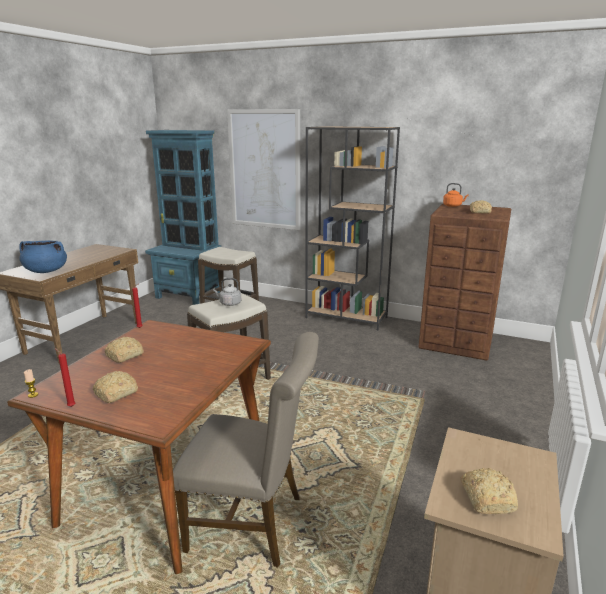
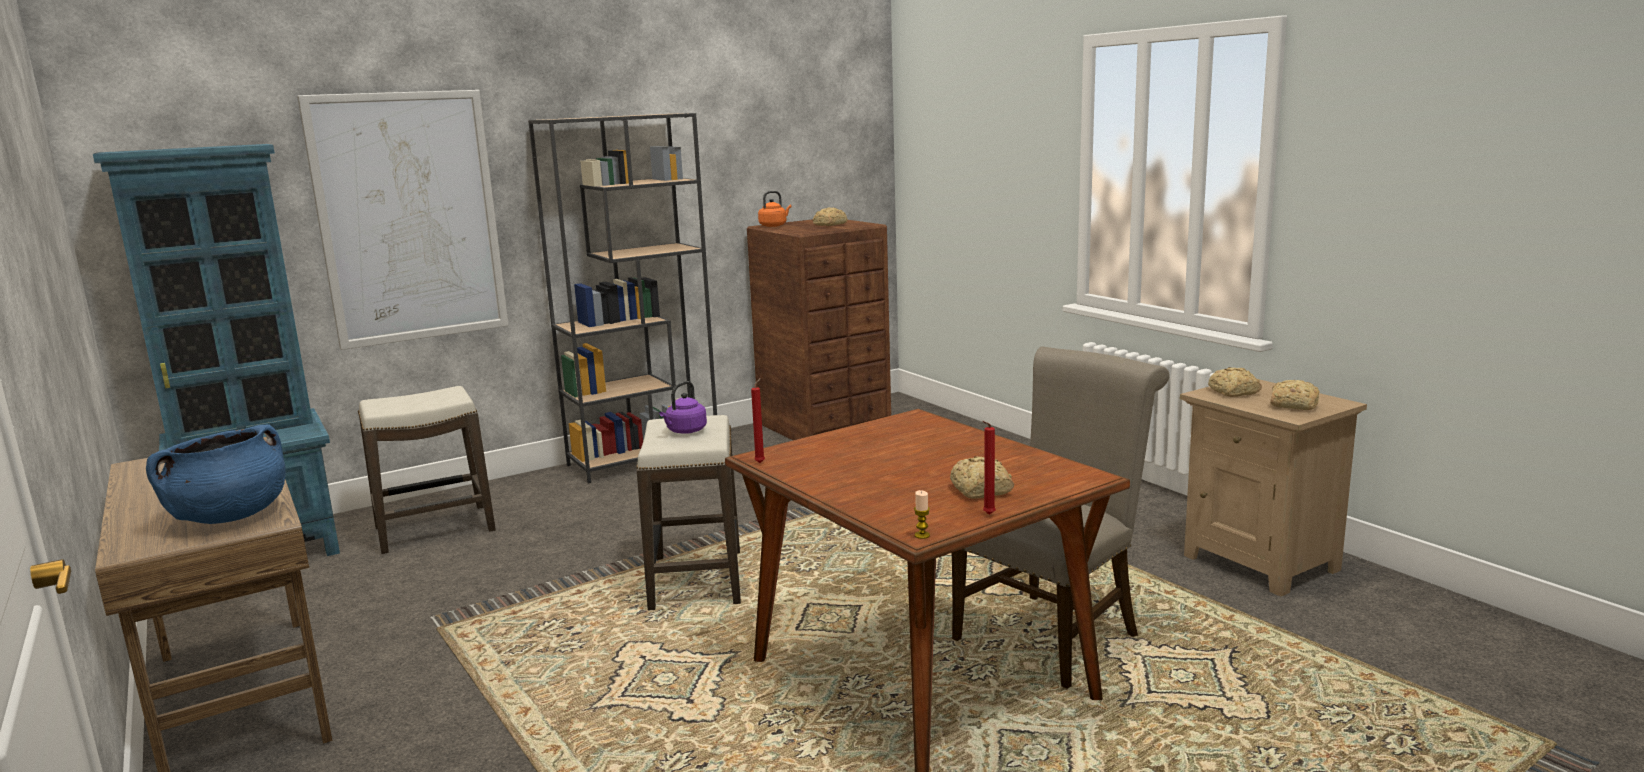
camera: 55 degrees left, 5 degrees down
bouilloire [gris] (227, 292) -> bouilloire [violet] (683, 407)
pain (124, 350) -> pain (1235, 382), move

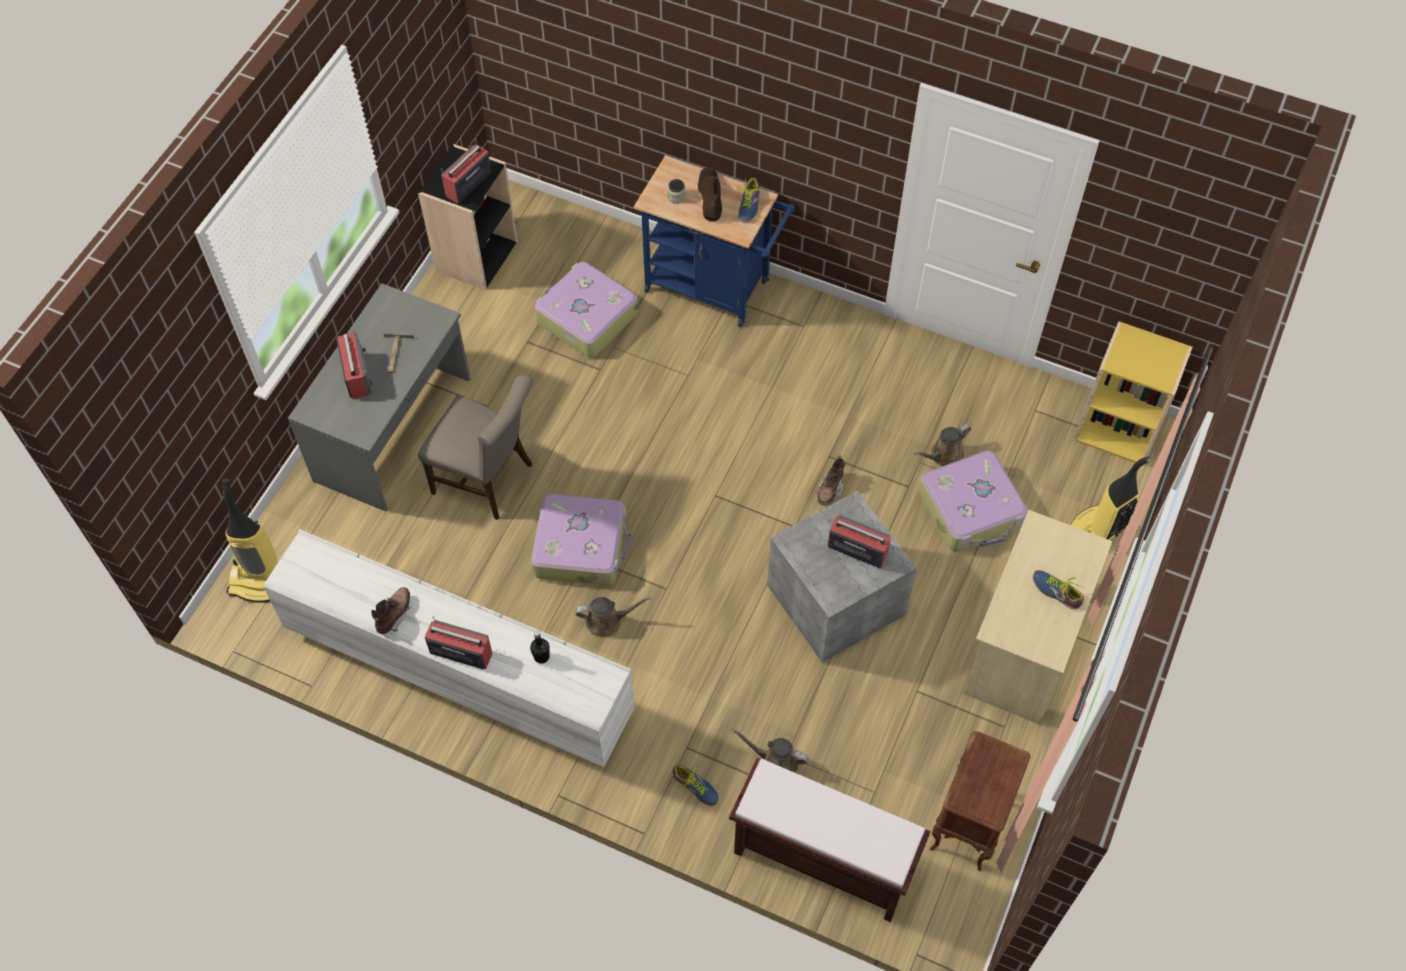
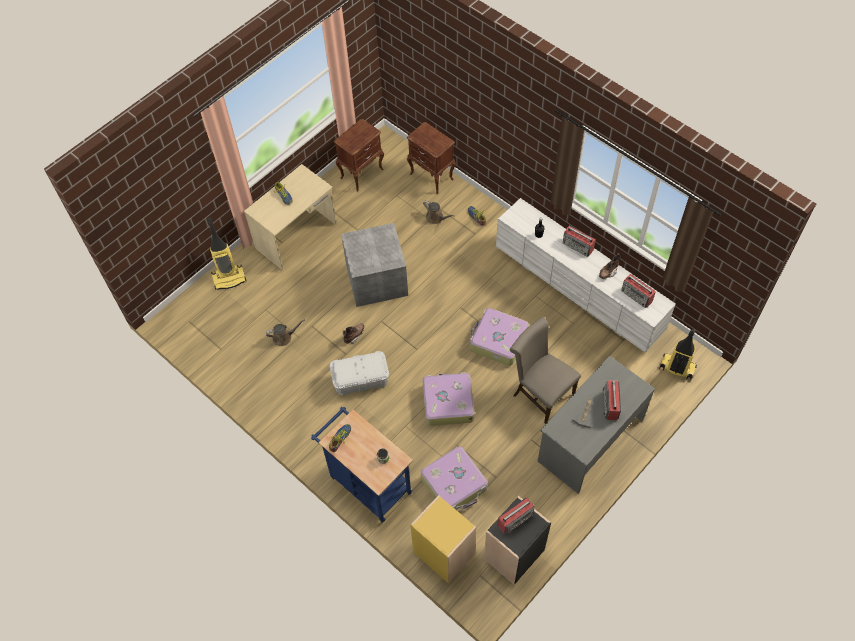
camera: 160 degrees left, 0 degrees up
botte [marron] (710, 195) -> none
bibliothèque [jaune] (1133, 393) -> bibliothèque [jaune] (443, 539), move
valise (973, 501) -> valise (449, 399), move
radio (859, 539) -> radio (639, 291), move
arrosoir [marron] (613, 617) -> none
banc [marron] (830, 839) -> table de chevet [marron] (431, 158)
none -> boîte de rangement [blanc] (359, 373)

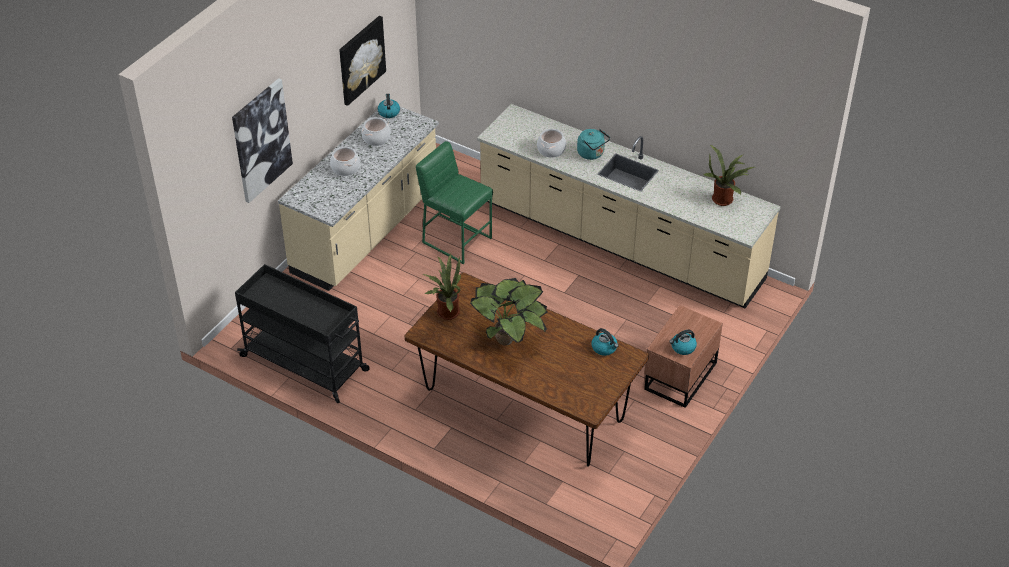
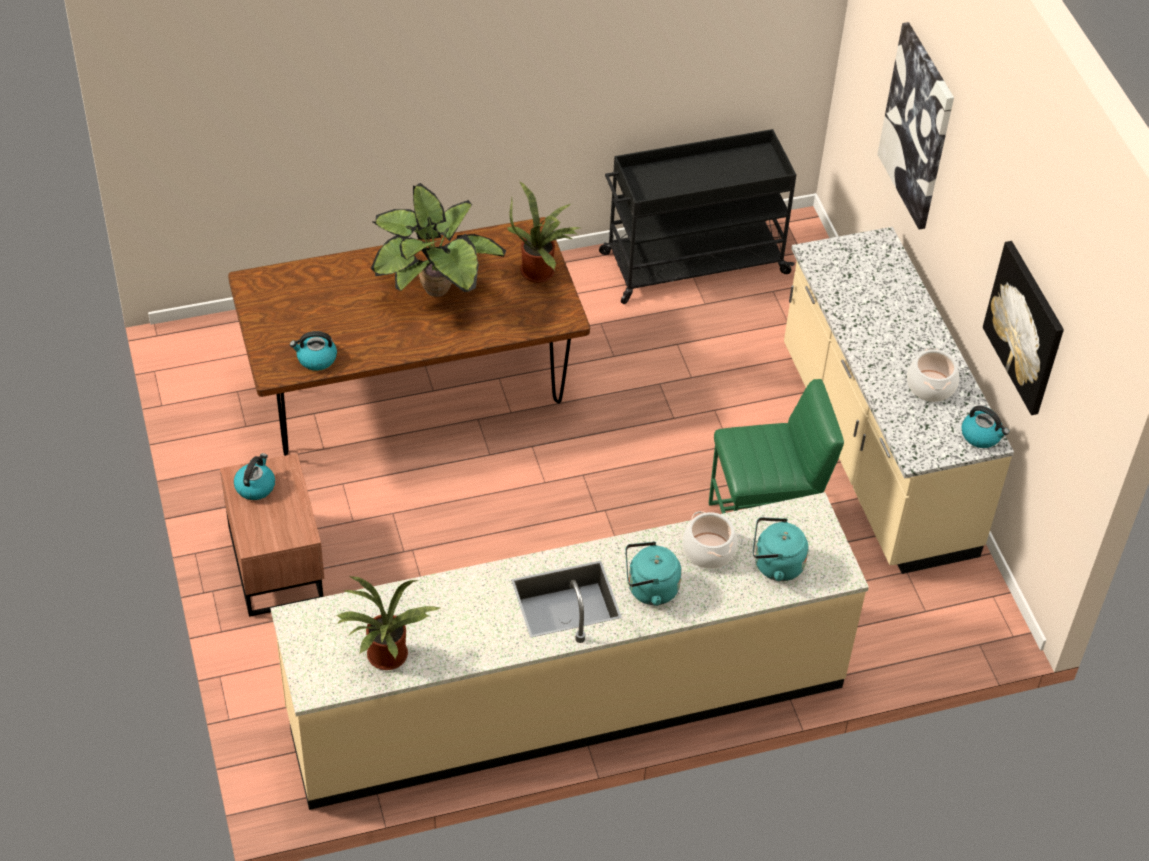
camera: 130 degrees right, 5 degrees up
marmite (345, 161) -> none
none -> bouilloire [turquoise] (781, 549)

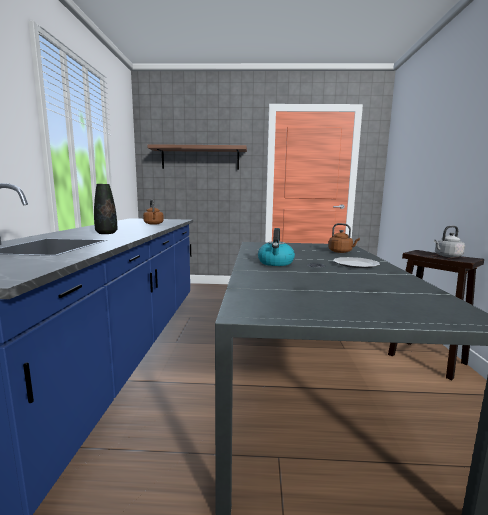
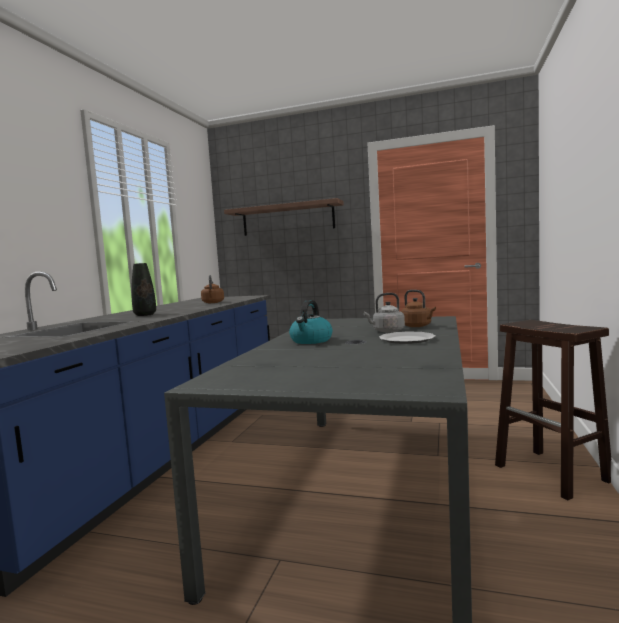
camera: 15 degrees right, 5 degrees down
bouilloire [gris] (449, 241) -> bouilloire [gris] (384, 313), move

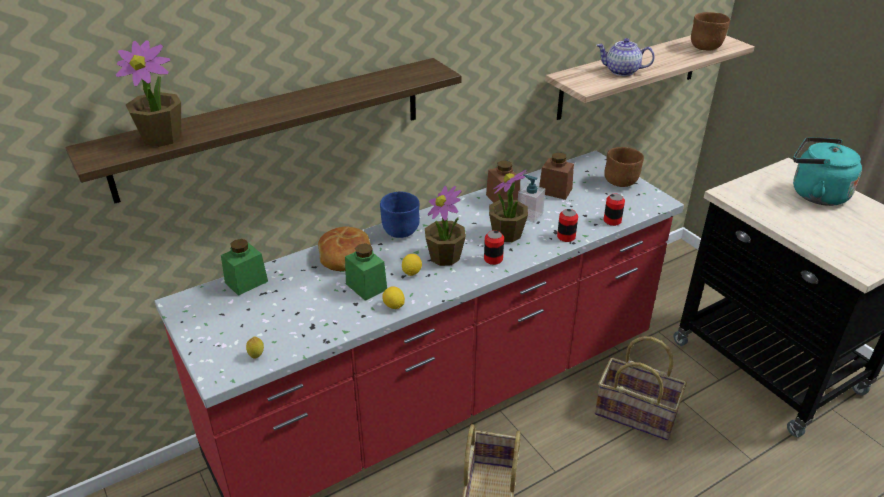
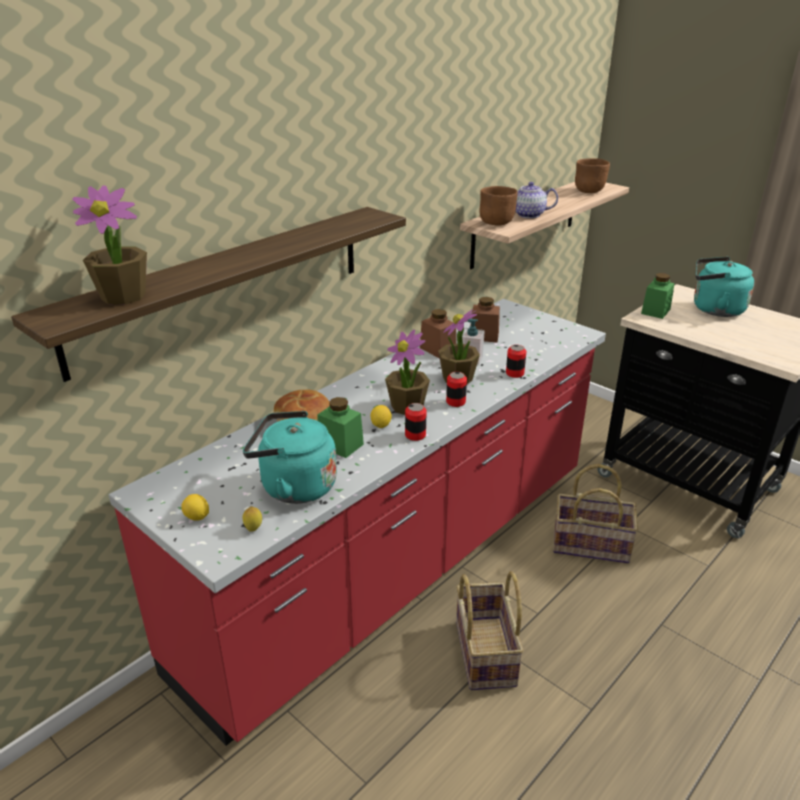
camera: 15 degrees left, 5 degrees down
bol [marron] (624, 167) -> bol [marron] (499, 206), move
bol [bleu] (400, 214) -> none
boîte métallique (614, 210) -> boîte métallique (416, 422), move
bocal [vert] (244, 267) -> bocal [vert] (658, 296), move
citron (393, 297) -> citron (195, 507), move
none -> bouilloire [turquoise] (290, 457)

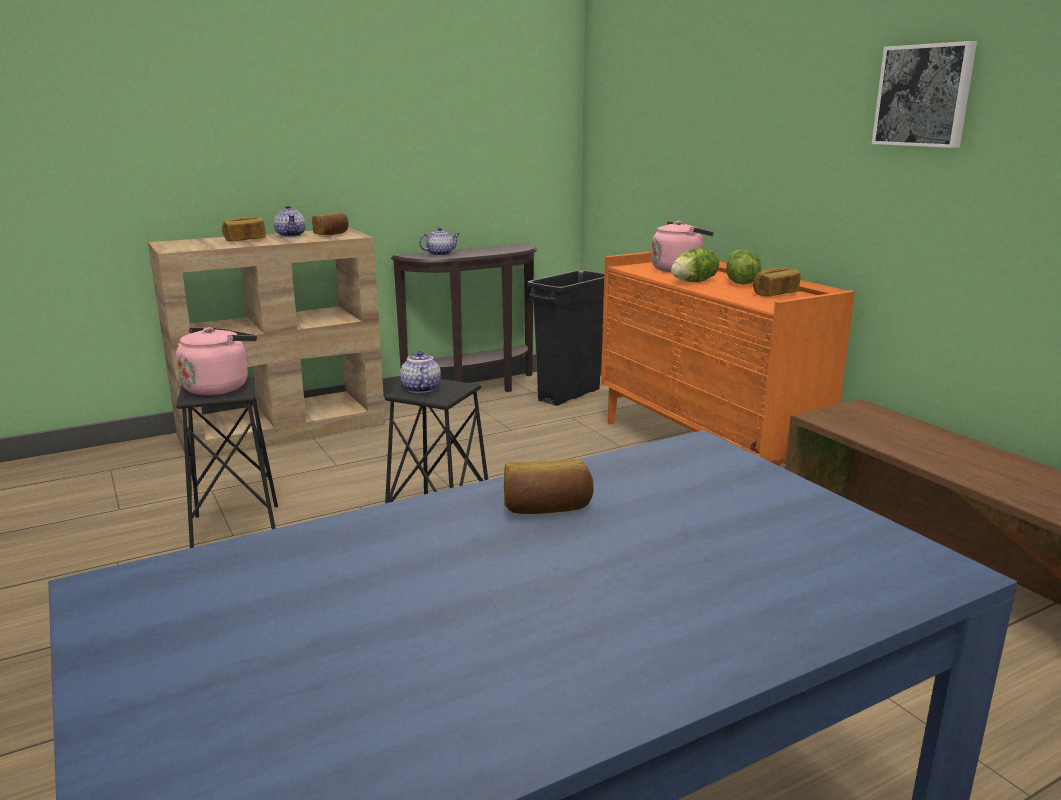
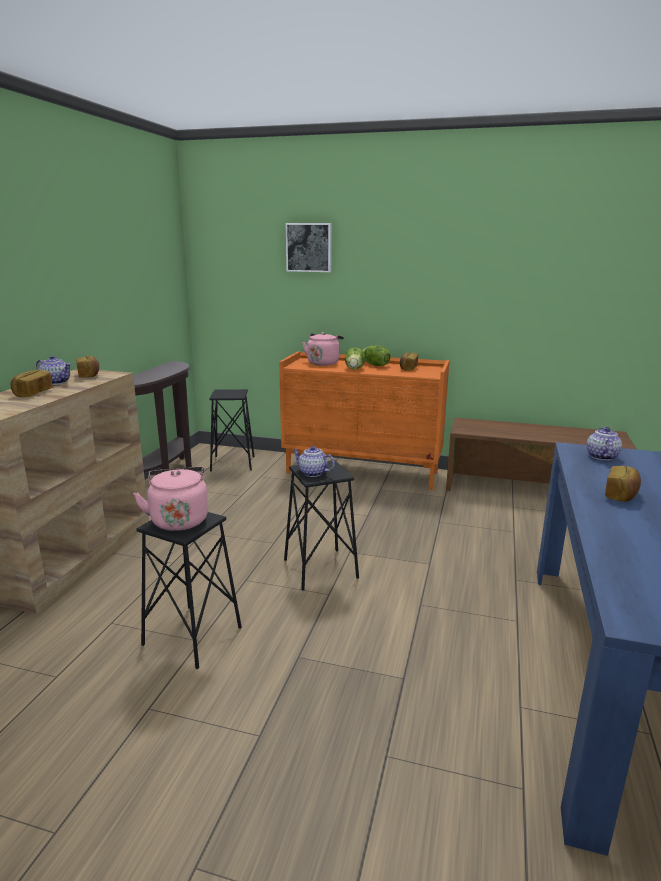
camera: 45 degrees left, 0 degrees up
tableau (924, 94) -> tableau (309, 247), move
théière (439, 241) -> théière (604, 443), move
poubelle [noir] (566, 338) -> tabouret [noir] (231, 430)

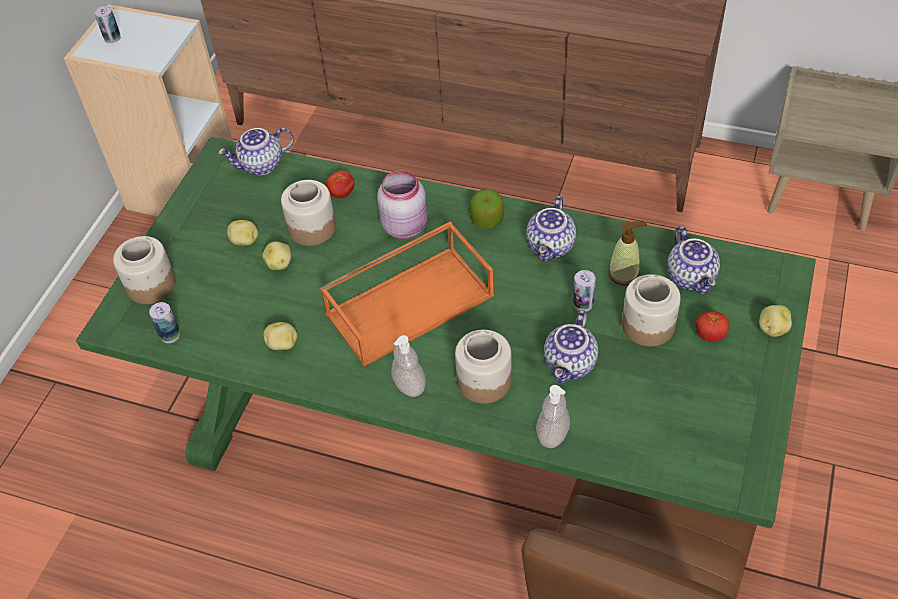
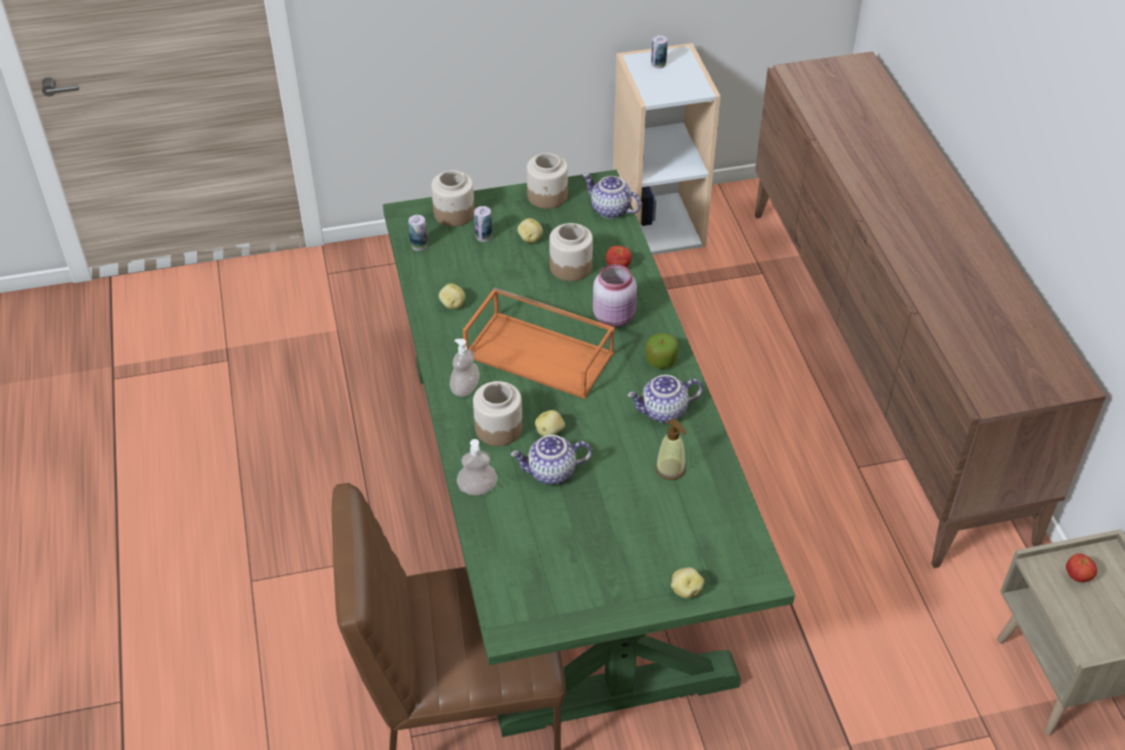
camera: 55 degrees right, 5 degrees down
théière (693, 260) -> none
pomme de terre (276, 255) -> pomme de terre (550, 423), move
boîte métallique (584, 290) -> boîte métallique (483, 224), move
bocal (651, 310) -> bocal (547, 181), move
tomate (712, 326) -> tomate (1081, 568), move

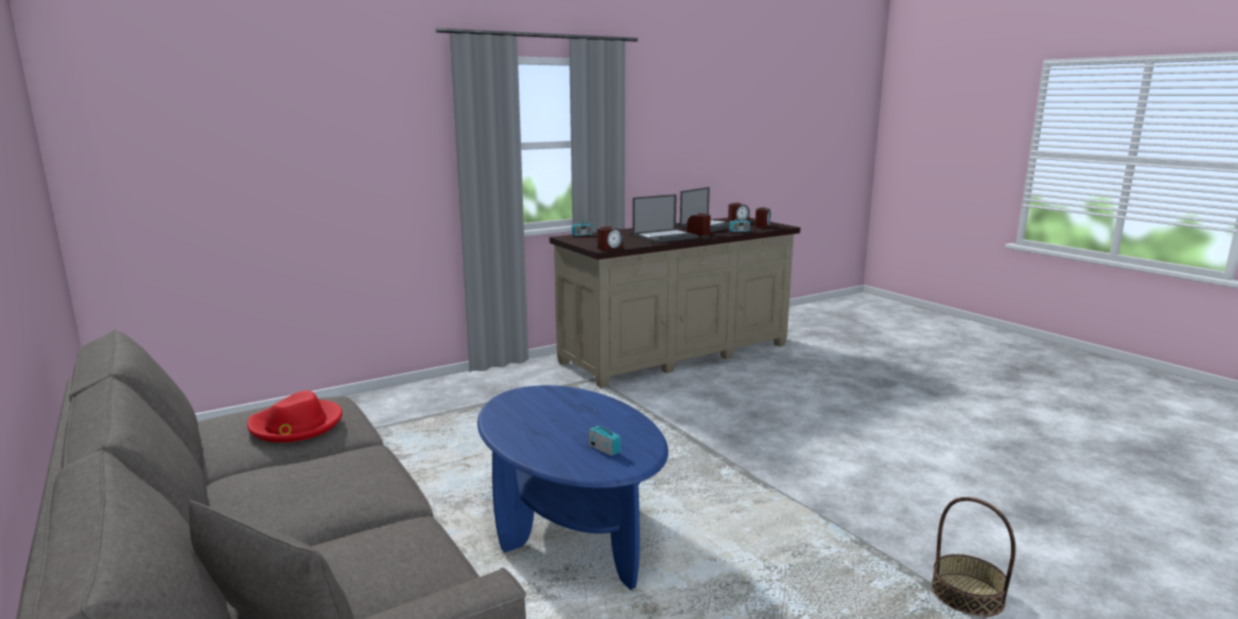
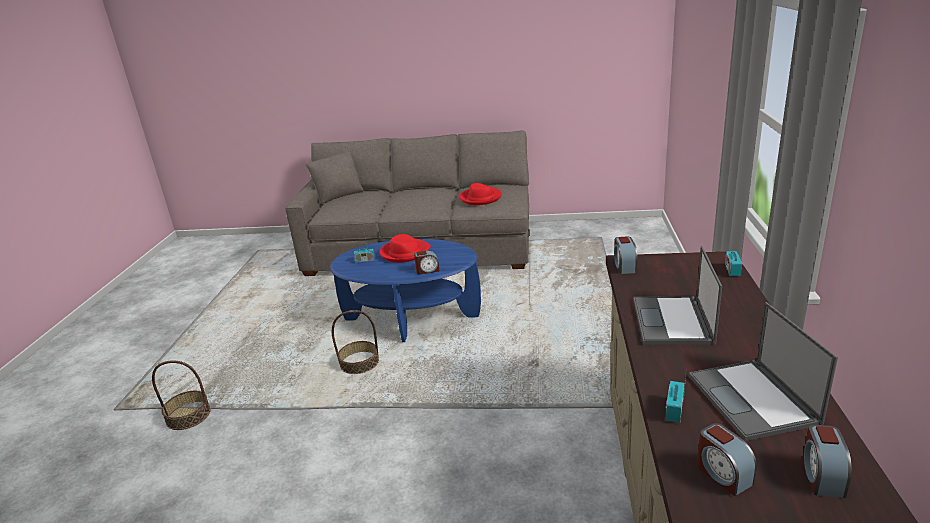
camera: 130 degrees right, 10 degrees up
réveil (699, 224) -> réveil (427, 262), move
none -> chapeau [rouge] (405, 248)
none -> panier (355, 342)

